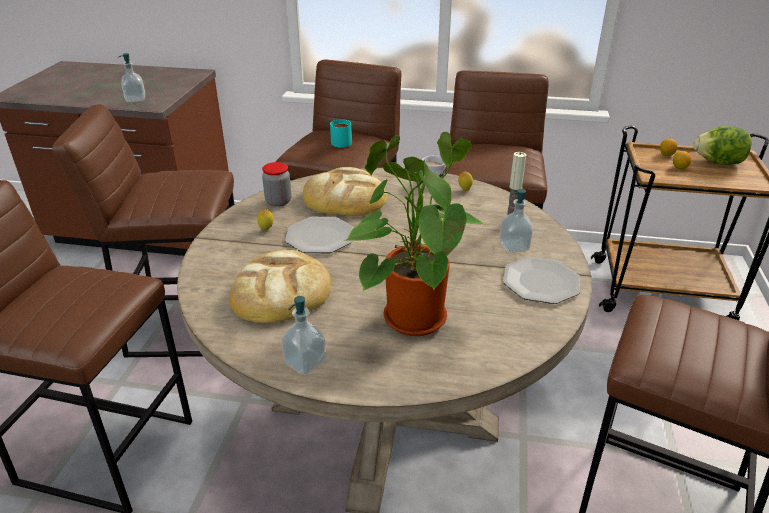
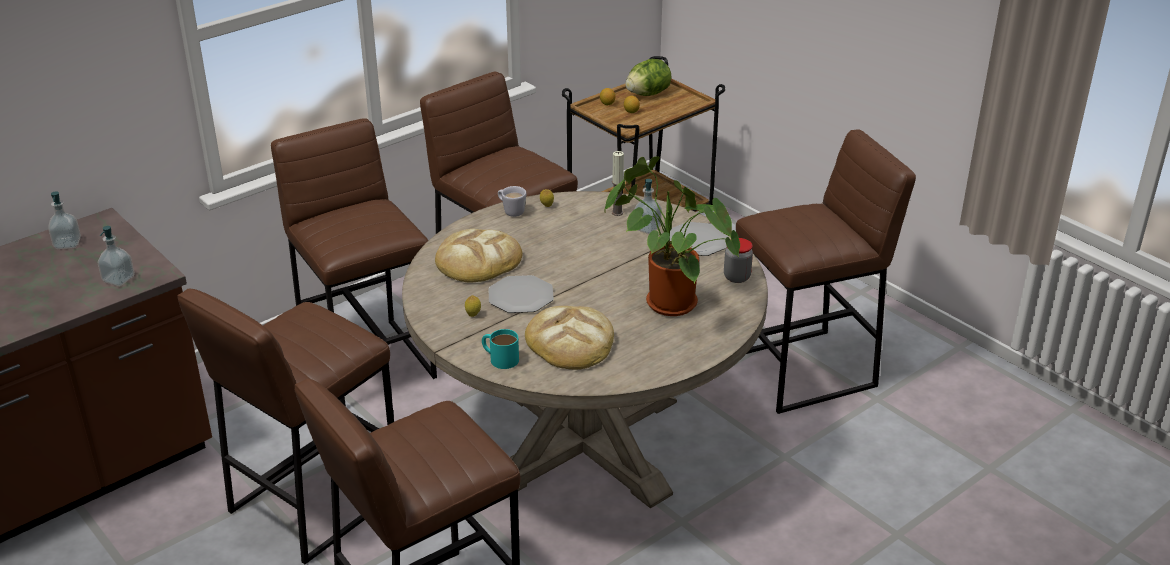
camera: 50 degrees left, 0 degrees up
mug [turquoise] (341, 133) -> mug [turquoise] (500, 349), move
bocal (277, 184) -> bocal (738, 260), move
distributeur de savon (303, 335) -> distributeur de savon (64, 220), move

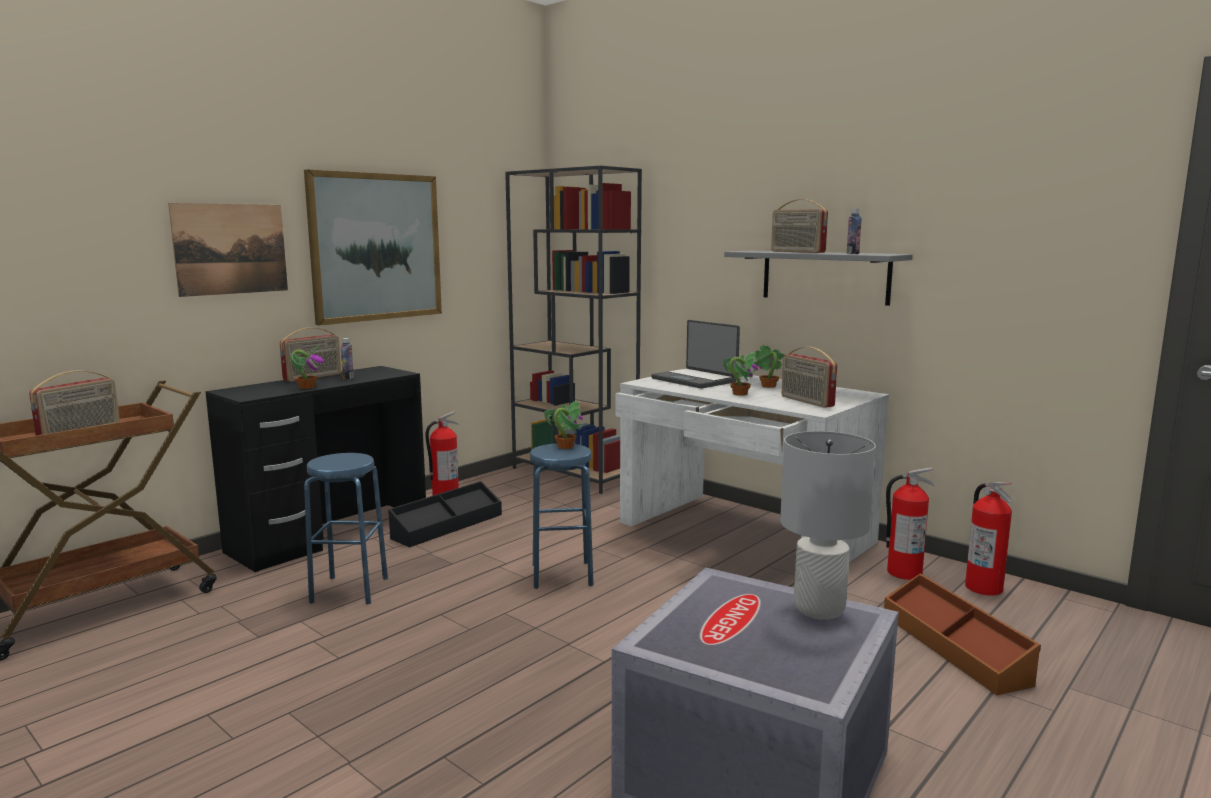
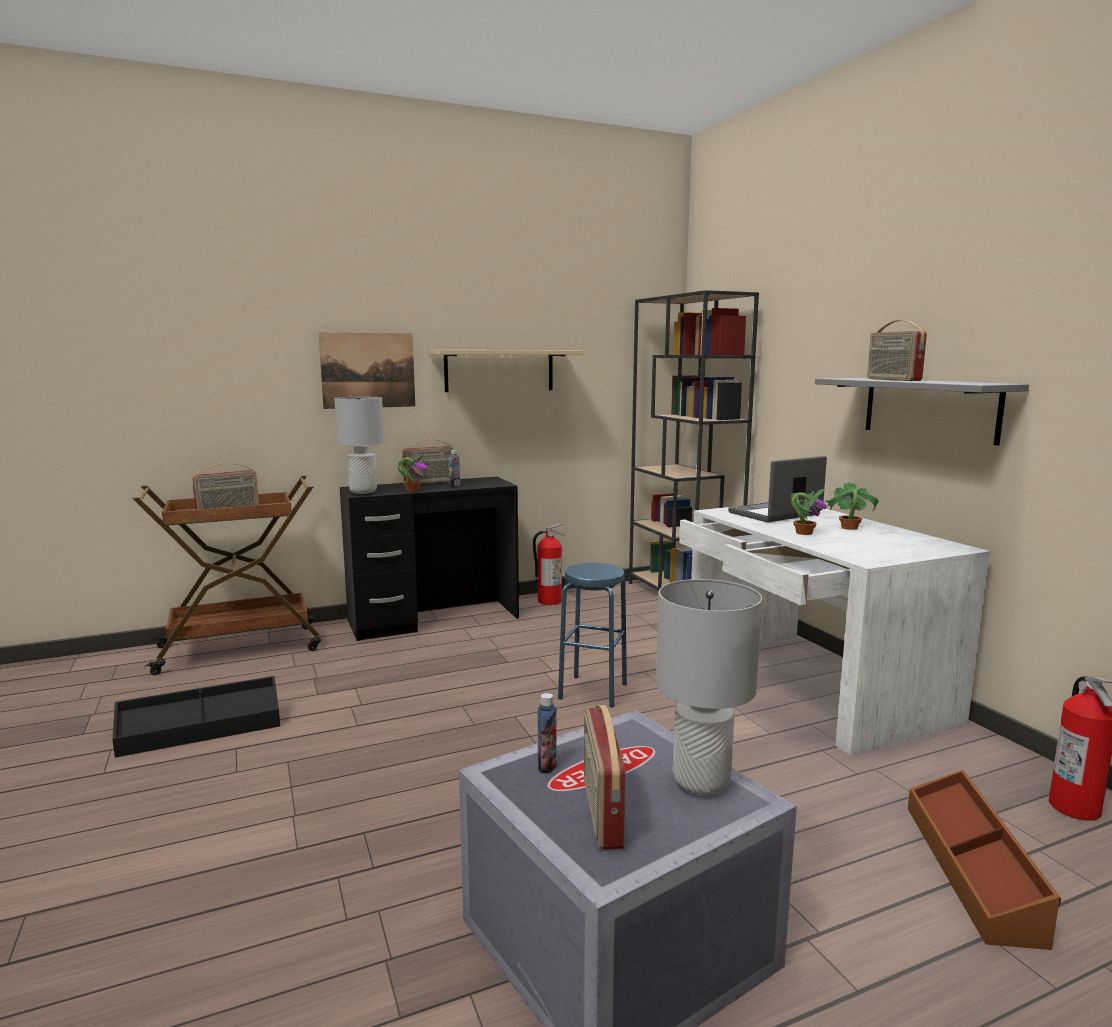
camera: 25 degrees right, 0 degrees up
tableau (373, 247) -> étagère [beige] (505, 371)
bouteille (854, 231) -> bouteille (547, 733), move
ordinateur portable (695, 354) -> ordinateur portable (777, 489), 75 degrees clockwise
radio (809, 377) -> radio (605, 777), move
plante en pot (564, 425) -> none
tabouret [bleu] (346, 529) -> none
extincteur (910, 523) -> none
boîte de rangement [noir] (445, 514) -> boîte de rangement [noir] (196, 717), move
none -> lampe de table [gris] (359, 445)

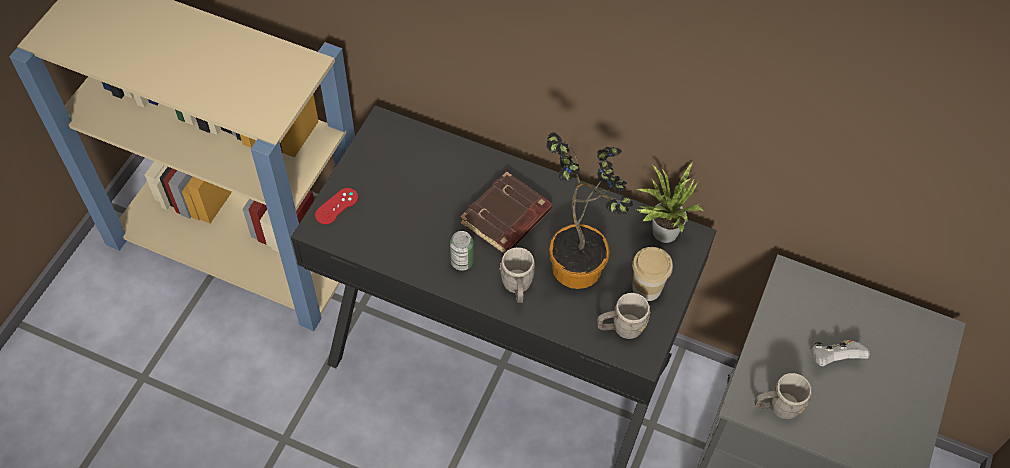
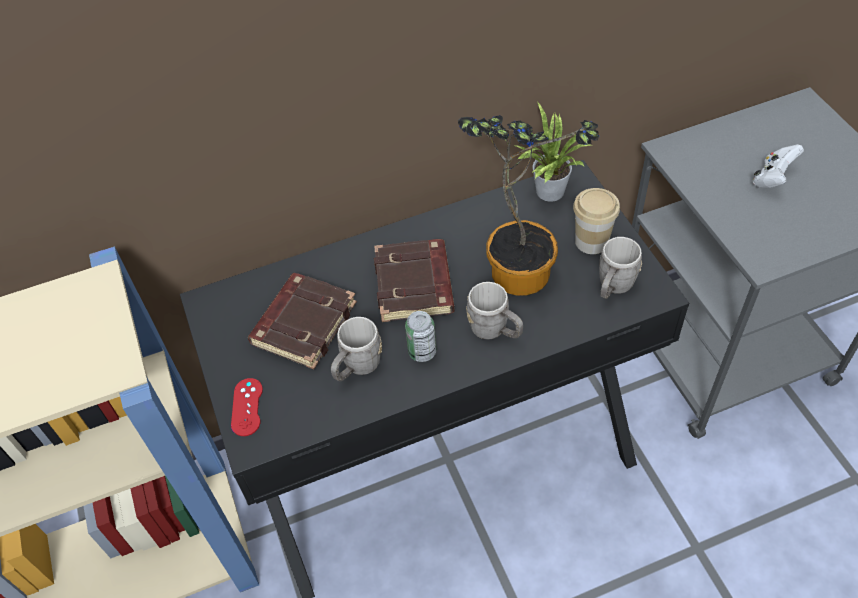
camera: 40 degrees left, 5 degrees down
mug [gris] (783, 396) -> mug [gris] (356, 349), move
none -> livre [marron] (302, 321)

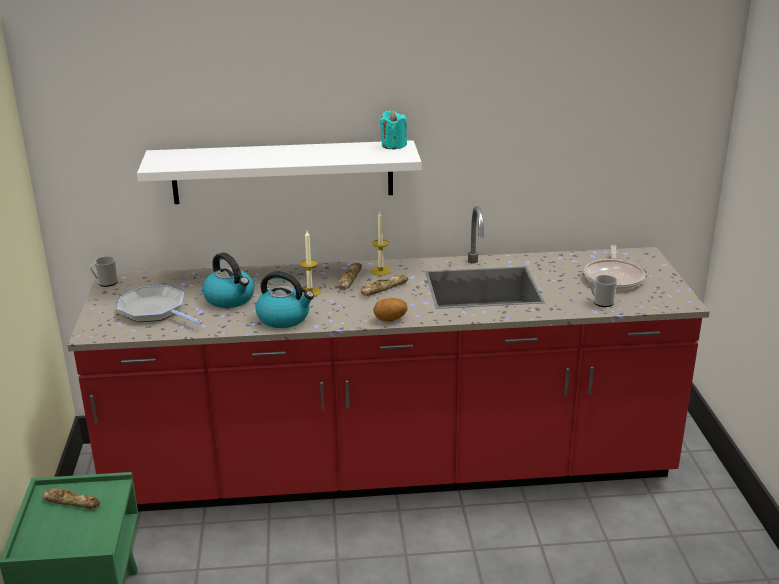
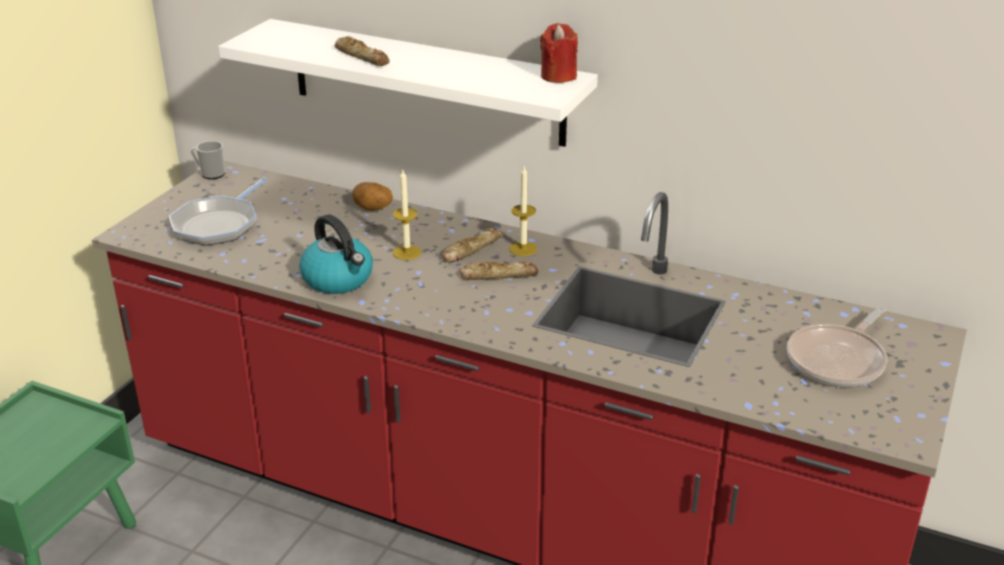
camera: 30 degrees right, 5 degrees up
bougie [turquoise] (393, 129) -> bougie [rouge] (559, 53)
bouilloire (228, 280) -> none
mug (603, 291) -> none
poêle (160, 305) -> poêle (218, 211), 135 degrees counterclockwise
pomme de terre (390, 310) -> pomme de terre (372, 196), move
pain (72, 498) -> pain (362, 51), move

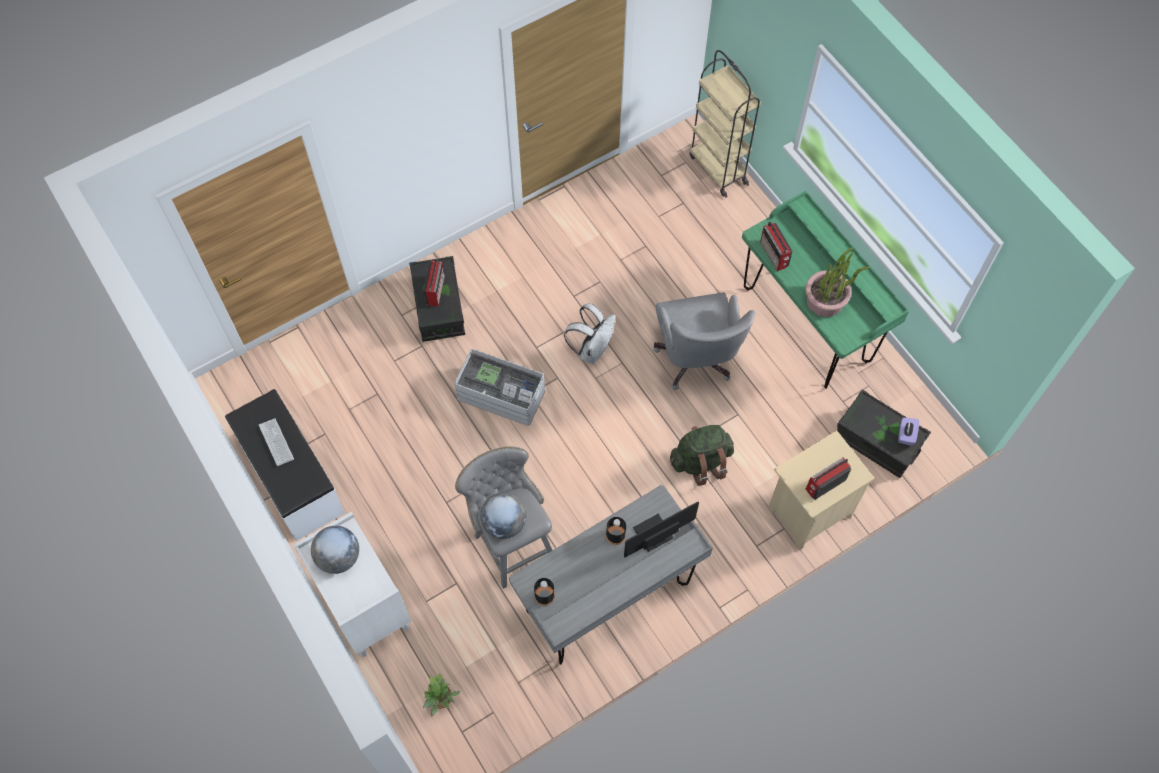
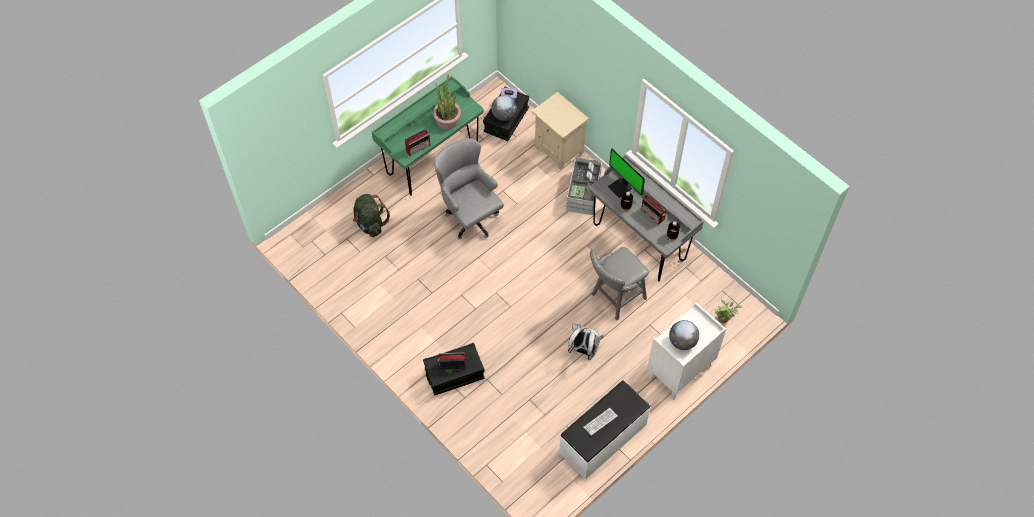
camera: 100 degrees left, 5 degrees down
chariot [beige] (725, 124) -> none
chaise de bureau [gris] (704, 341) -> chaise de bureau [gris] (469, 189), 105 degrees counterclockwise
sac à dos [blanc] (589, 333) -> sac à dos [blanc] (585, 341), move
boîte de rangement [gris] (500, 387) -> boîte de rangement [gris] (584, 186), move
sac à dos [vert] (702, 455) -> sac à dos [vert] (371, 215), move
radio (828, 478) -> radio (654, 209), move
globe (503, 516) -> globe (504, 108), move

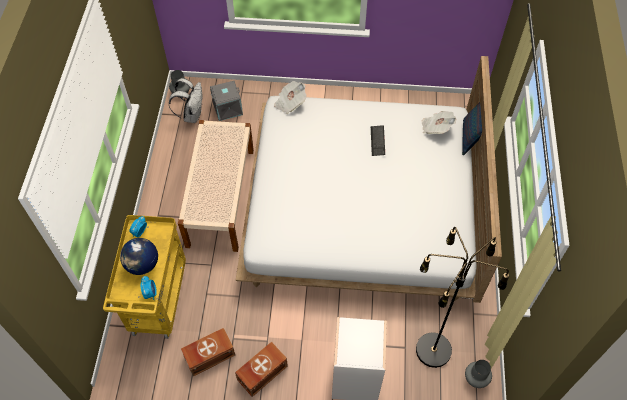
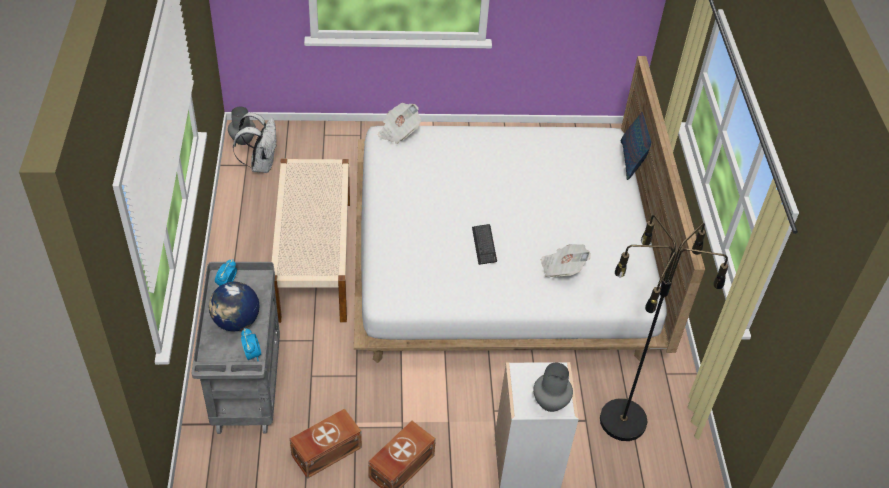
camera: 10 degrees left, 10 degrees down
boîte de rangement [gris] (226, 101) -> none
journal (439, 122) -> journal (566, 260), move
clavier (378, 140) -> clavier (484, 244), move
chariot [jaune] (144, 277) -> chariot [gris] (236, 348)
vase [gris] (478, 374) -> vase [gris] (553, 387), move

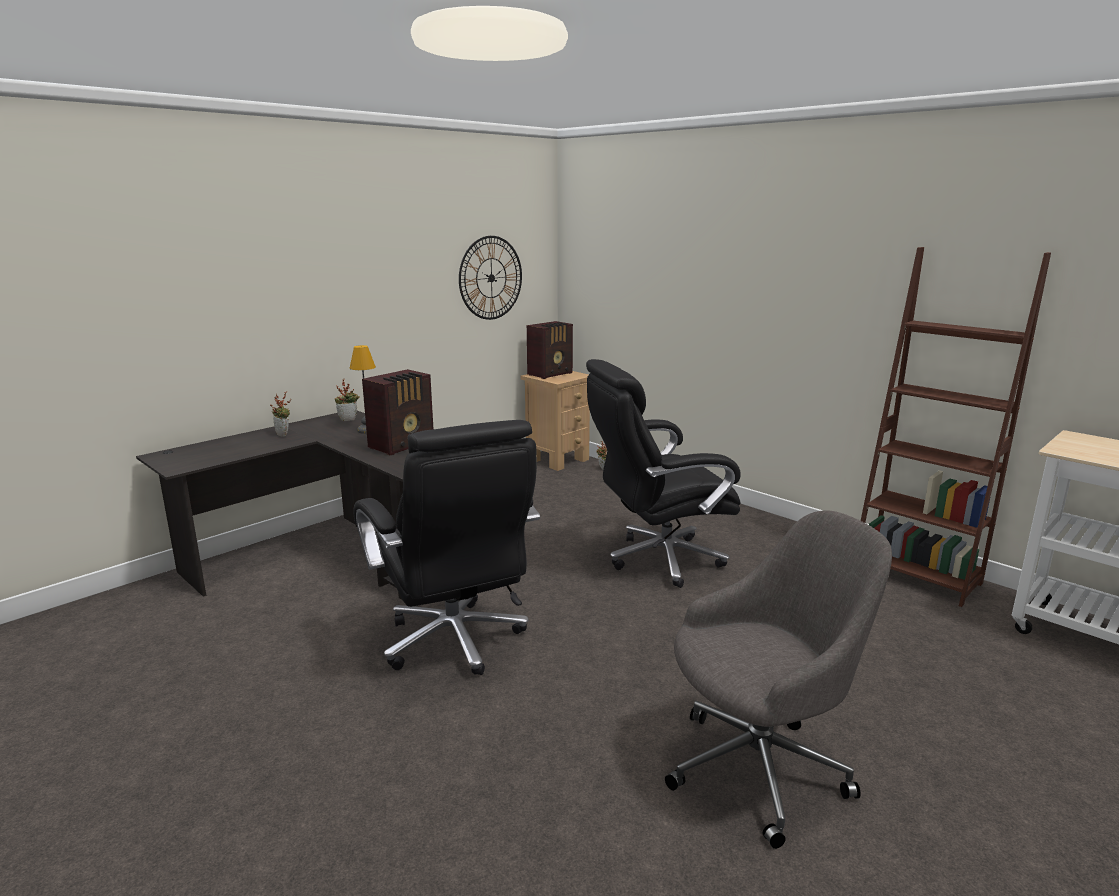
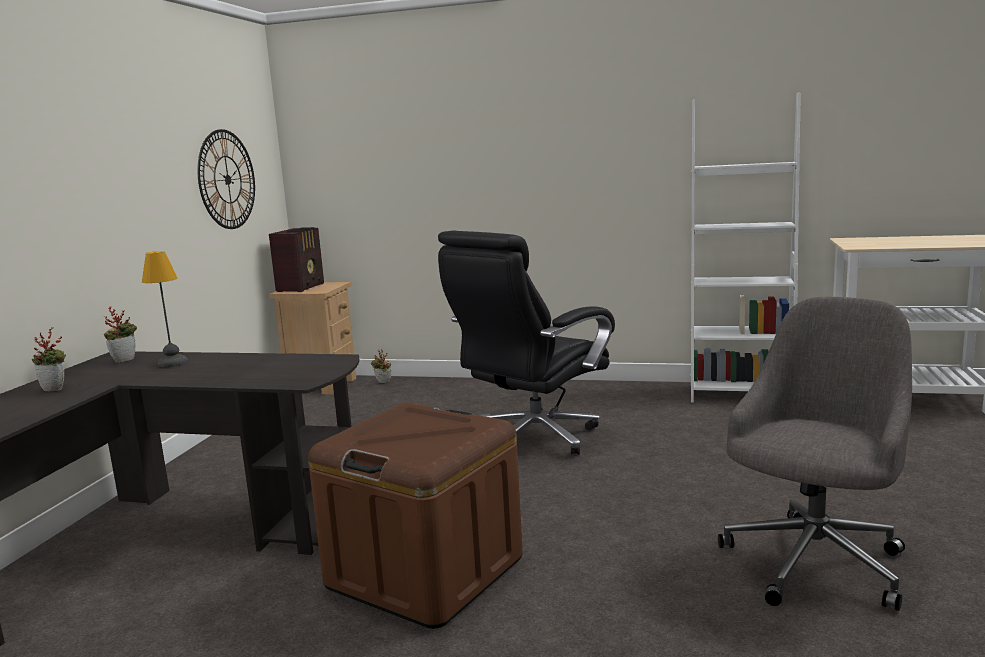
camera: 30 degrees left, 5 degrees down
bibliothèque [marron] (956, 427) -> bibliothèque [blanc] (745, 247)
radio (397, 412) -> none
chaise de bureau [noir] (446, 547) -> boîte de rangement [marron] (415, 516)

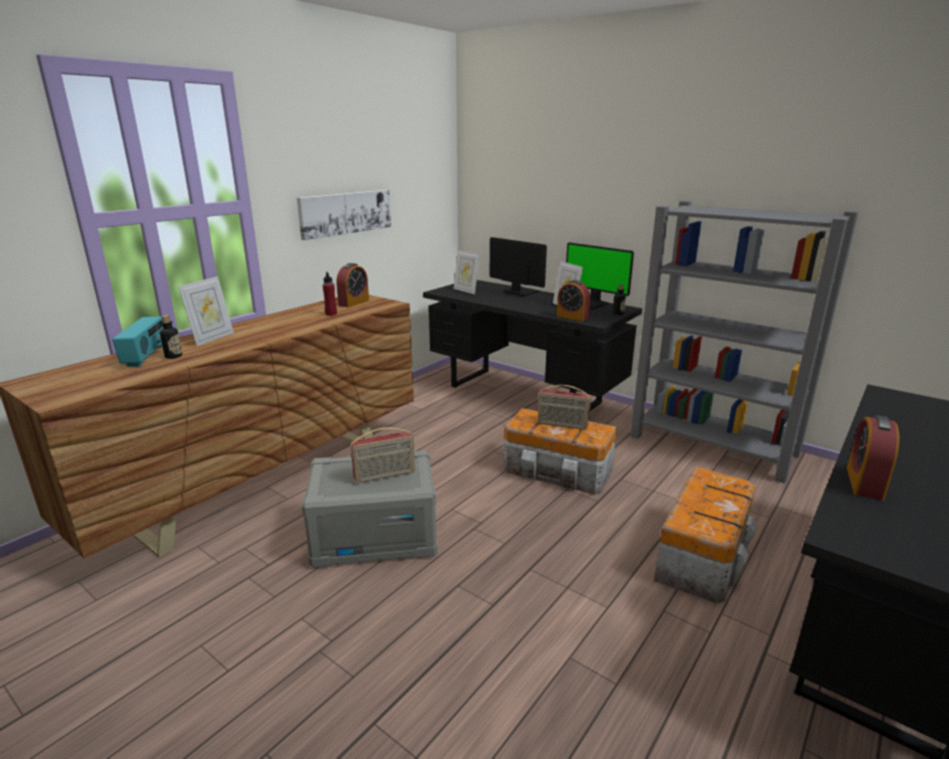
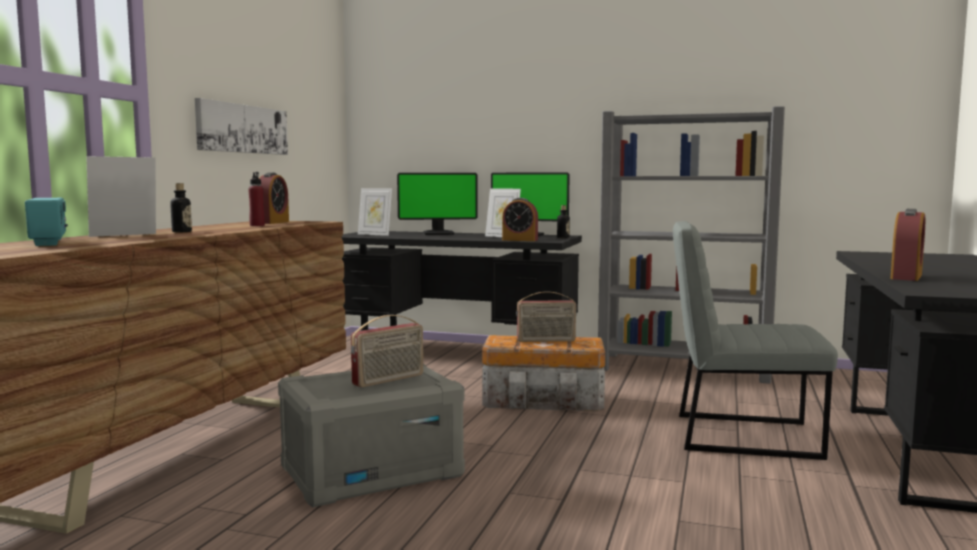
camera: 20 degrees left, 15 degrees down
écran d'ordinateur (518, 266) -> écran d'ordinateur (437, 204), 150 degrees clockwise
cadre photo (206, 311) -> cadre photo (121, 196), 135 degrees counterclockwise
bouteille (171, 337) -> bouteille (181, 207), move
réveil (873, 458) -> réveil (907, 245), 150 degrees counterclockwise
boîte de rangement (705, 535) -> chaise [gris] (755, 340)

